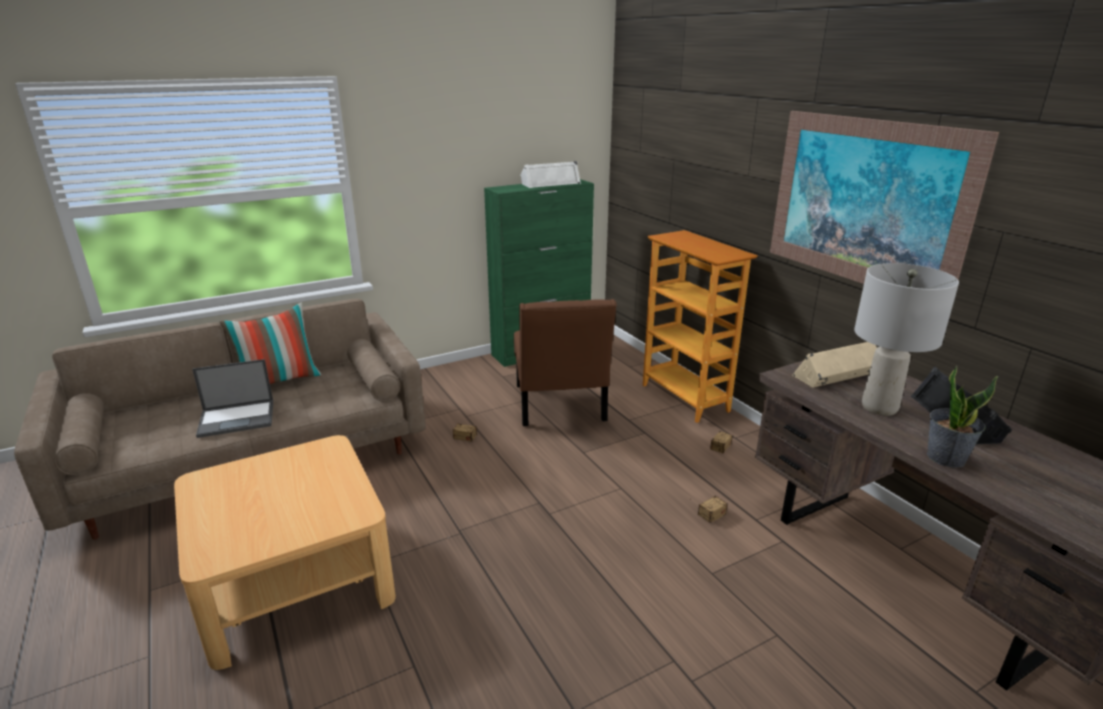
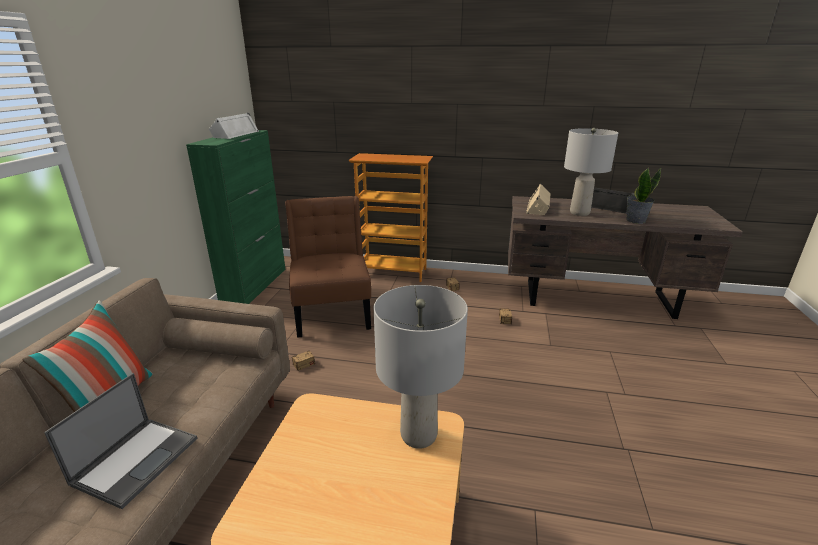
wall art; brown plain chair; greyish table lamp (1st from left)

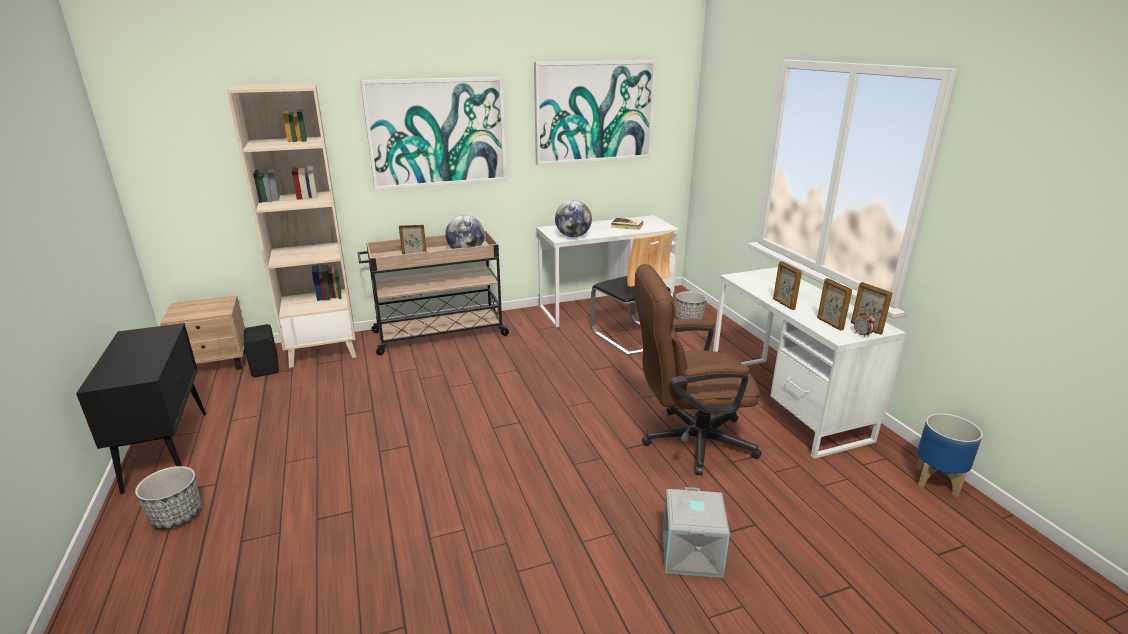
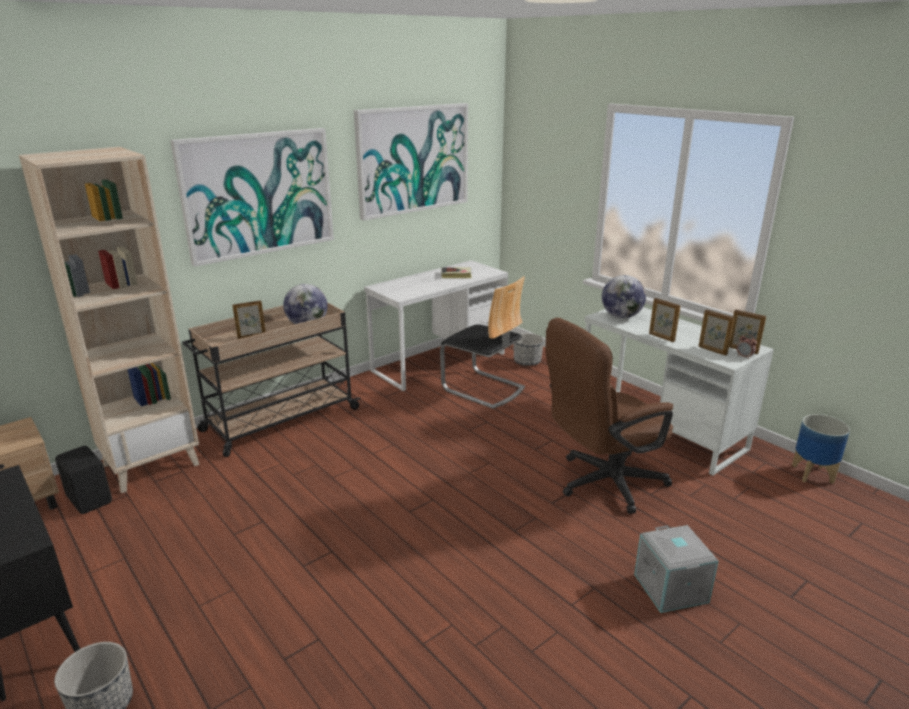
world globe (2nd from left)

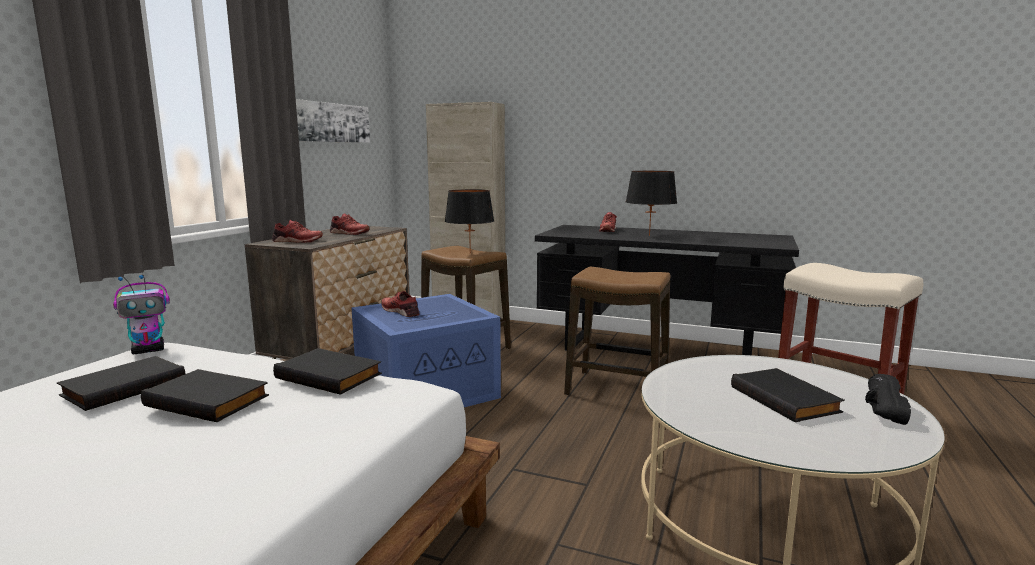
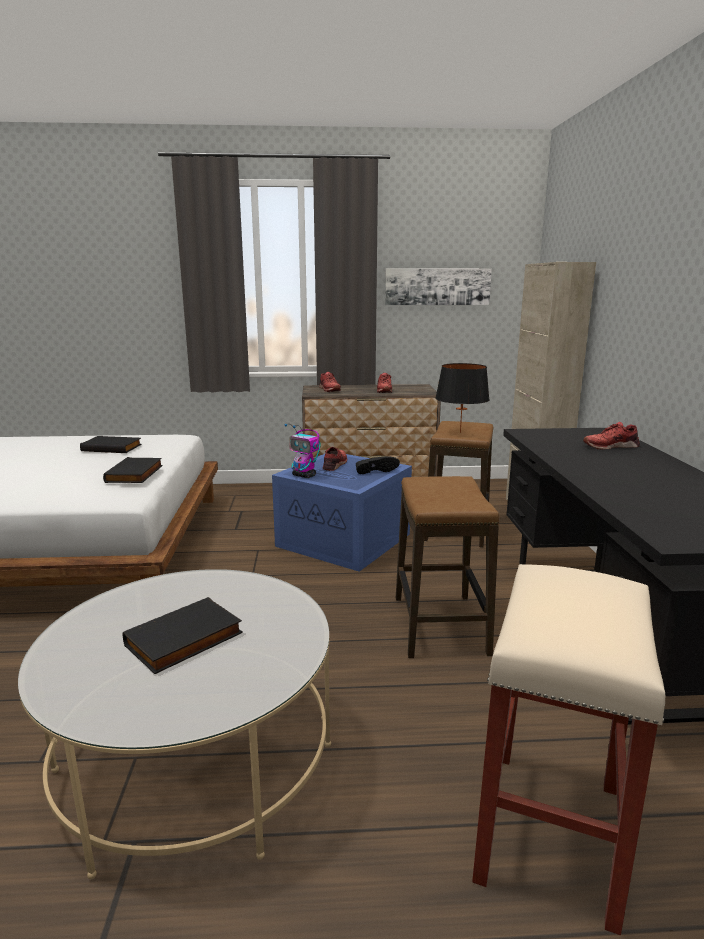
black table lamp (2nd from left in the first image); robot figure; black volume (2nd from left in the first image); black shoe

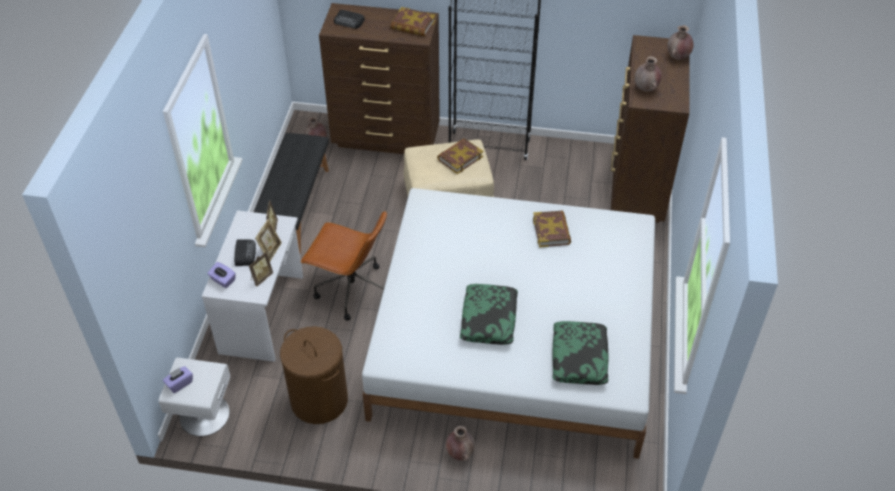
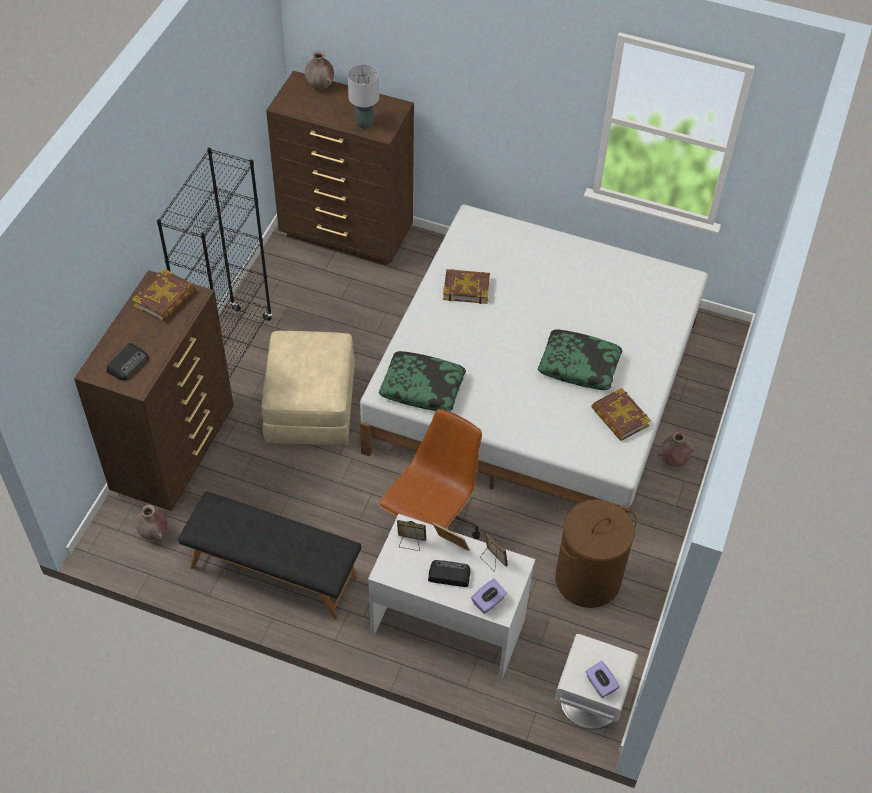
greyish table lamp; volume (3rd from left); pillow (1st from left)

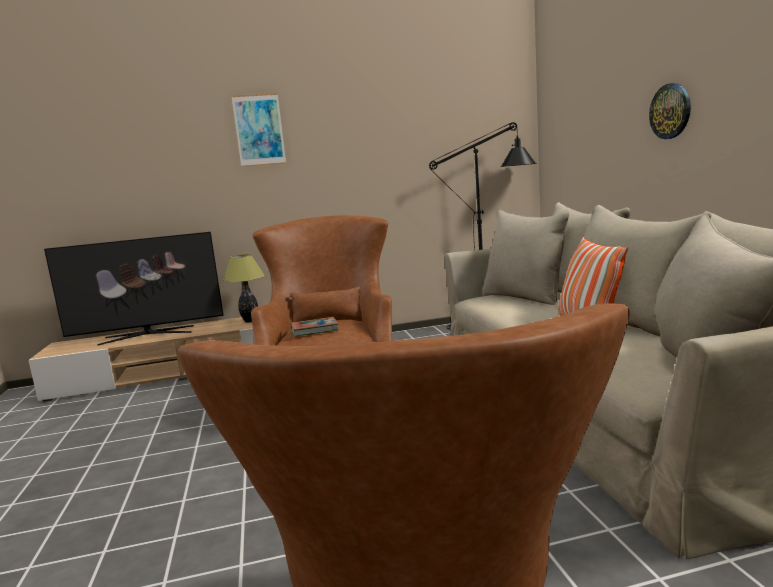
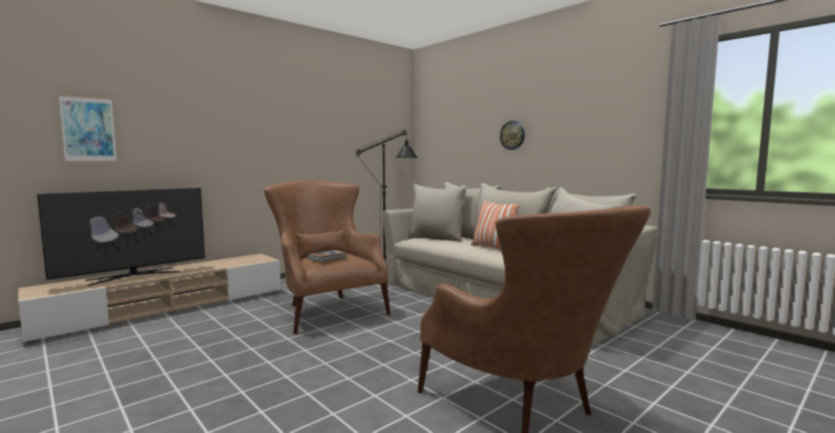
wall art; table lamp

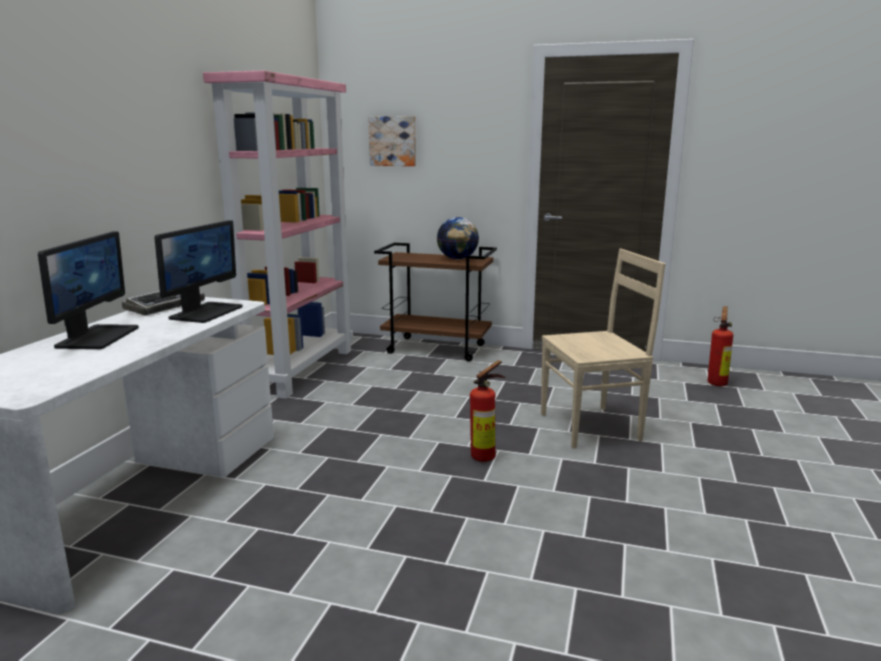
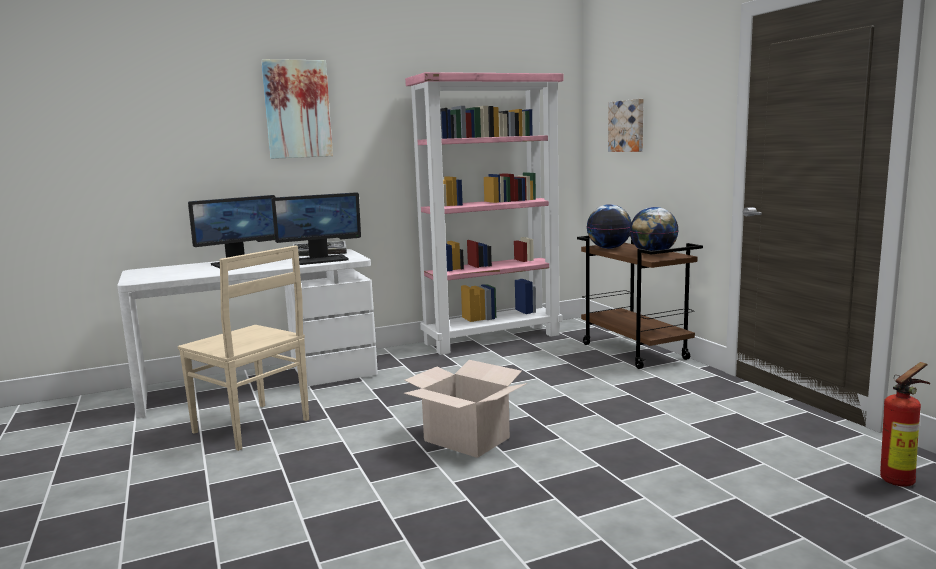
sand-coloured plain chair; cardboard box; wall art (1st from left); world globe (1st from left)

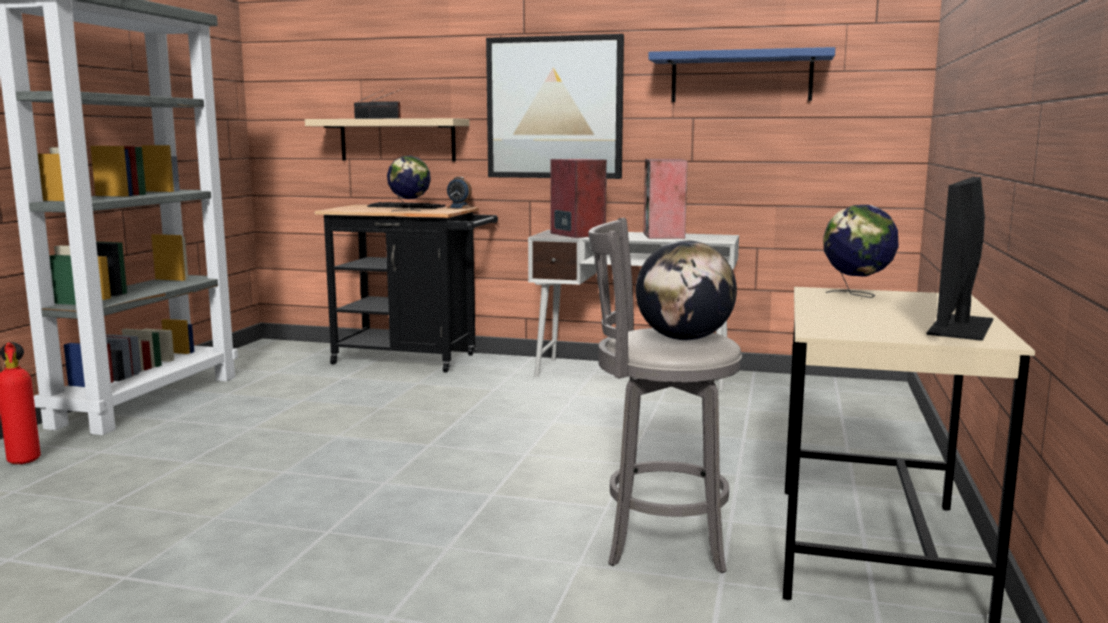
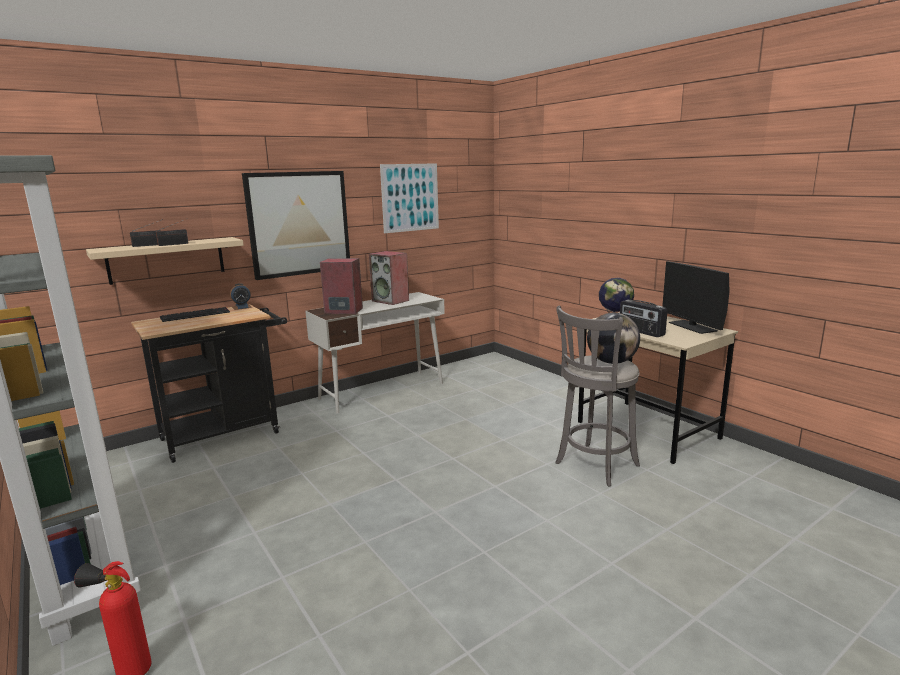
wall art (2nd from left); world globe (1st from left in the first image); radio set (3rd from left)

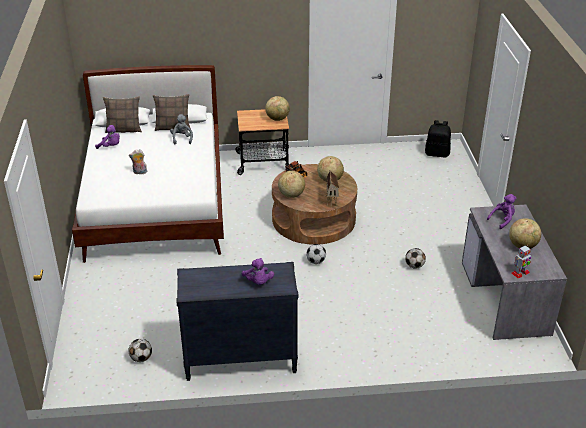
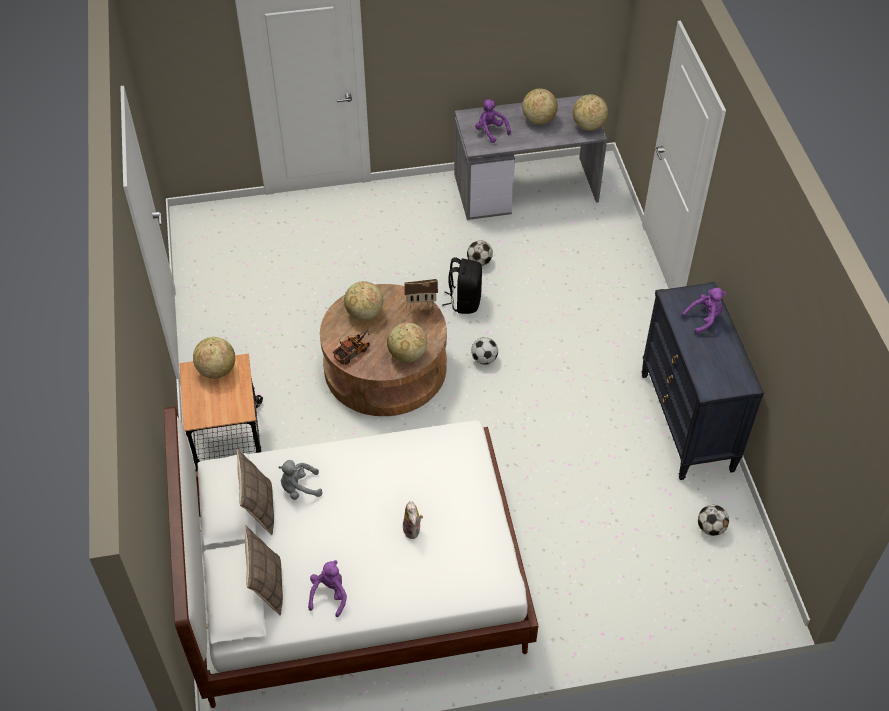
black knapsack; world globe (5th from left)

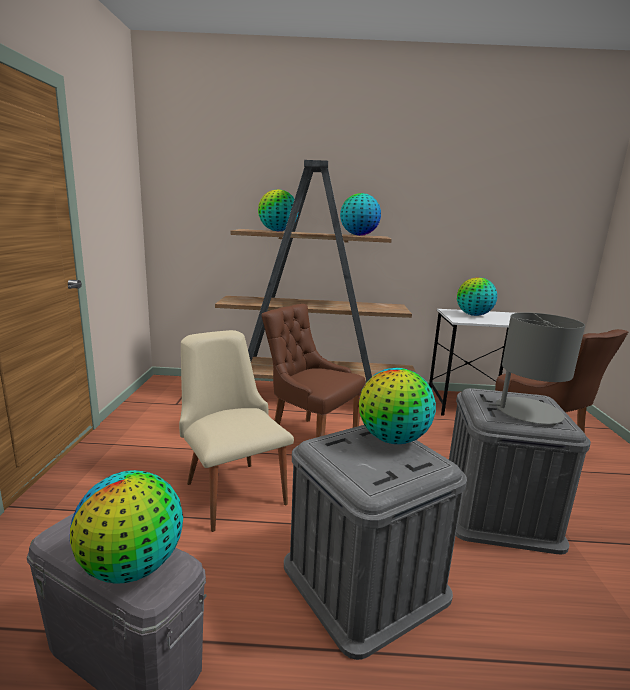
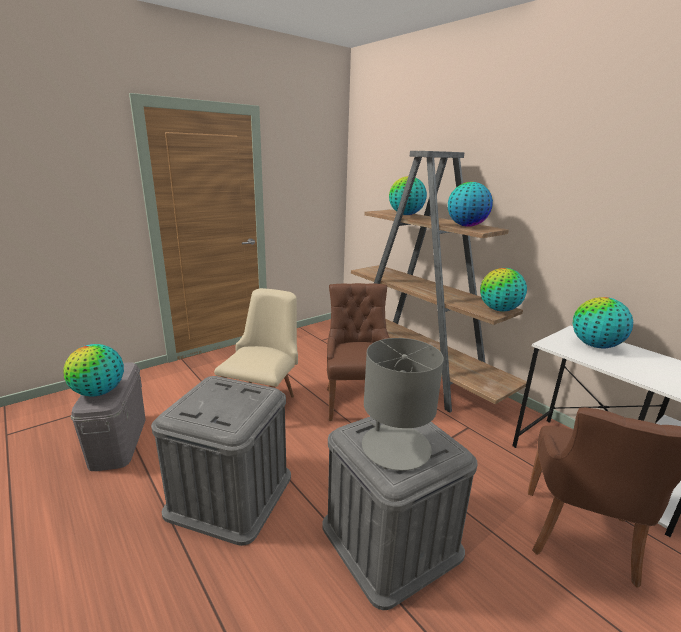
world globe (4th from left)

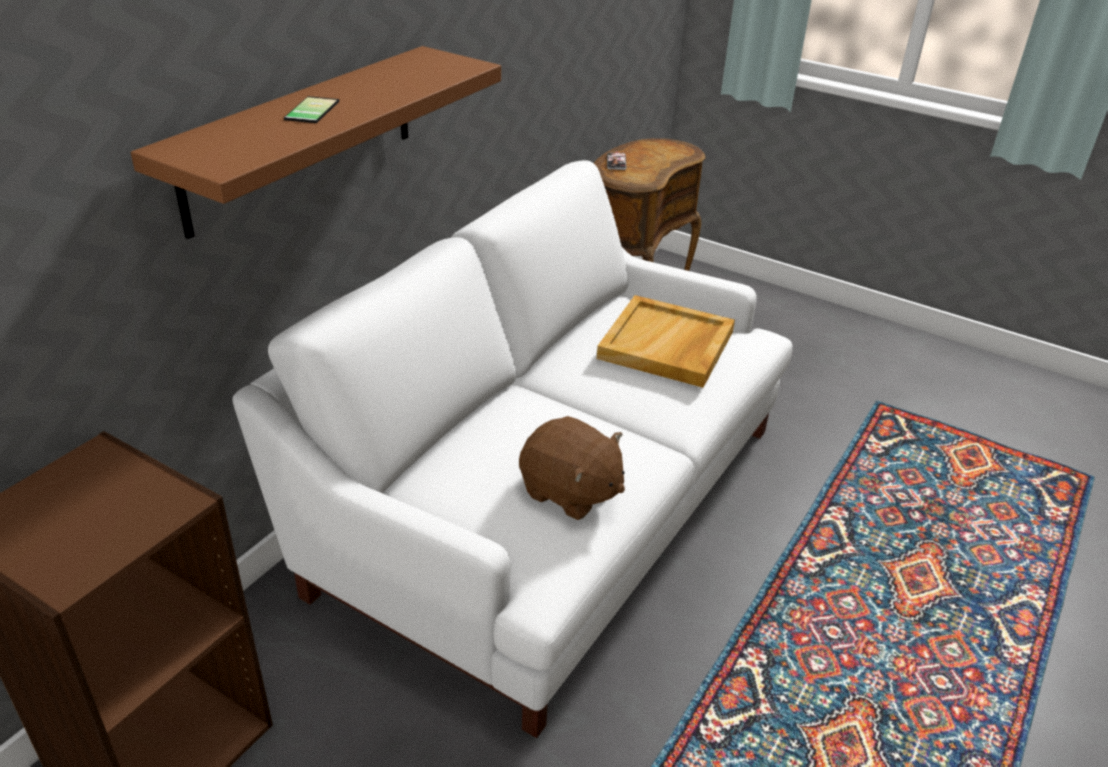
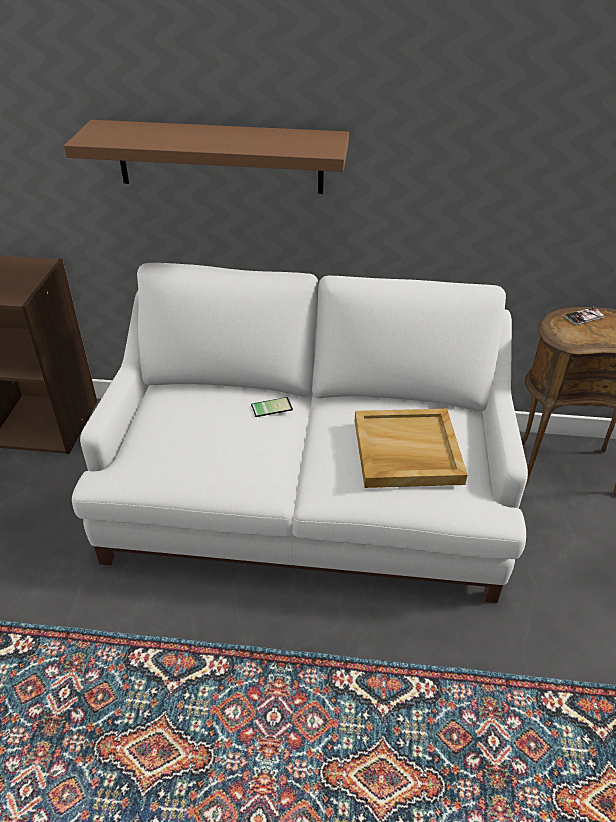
handset (1st from left); brown soft toy

